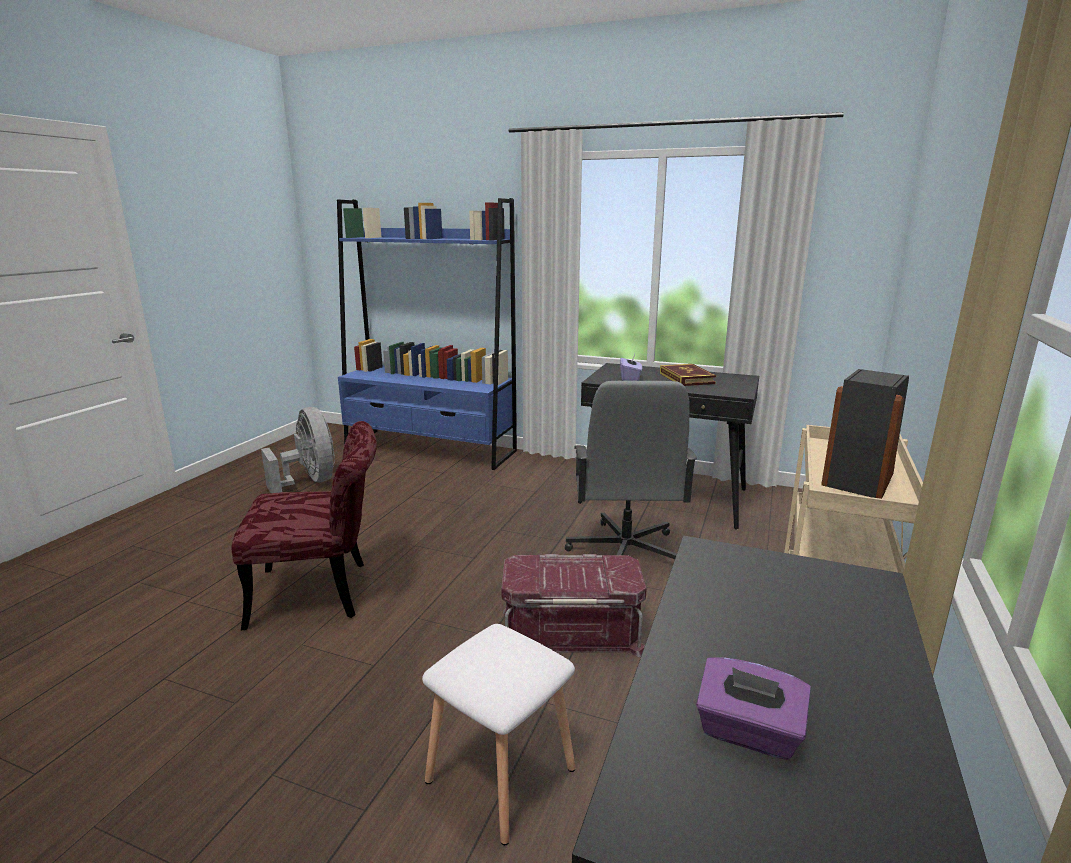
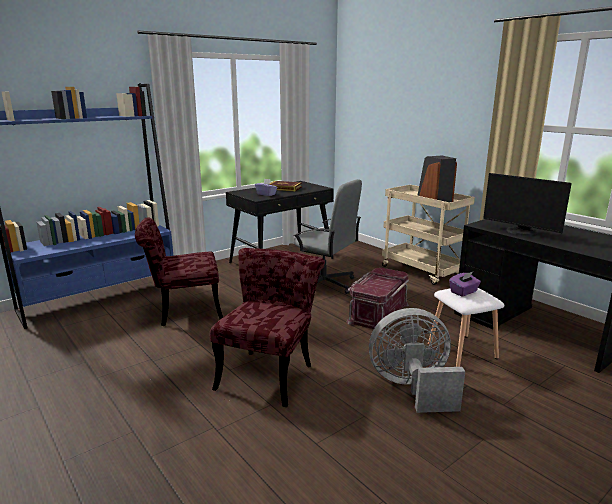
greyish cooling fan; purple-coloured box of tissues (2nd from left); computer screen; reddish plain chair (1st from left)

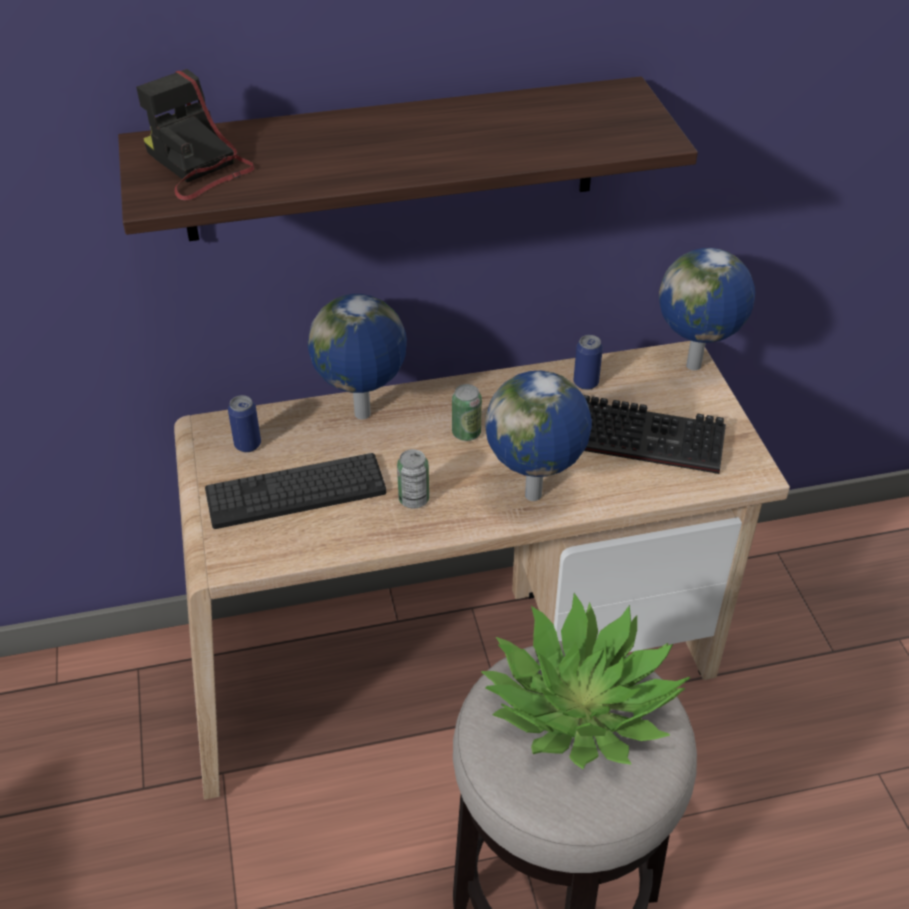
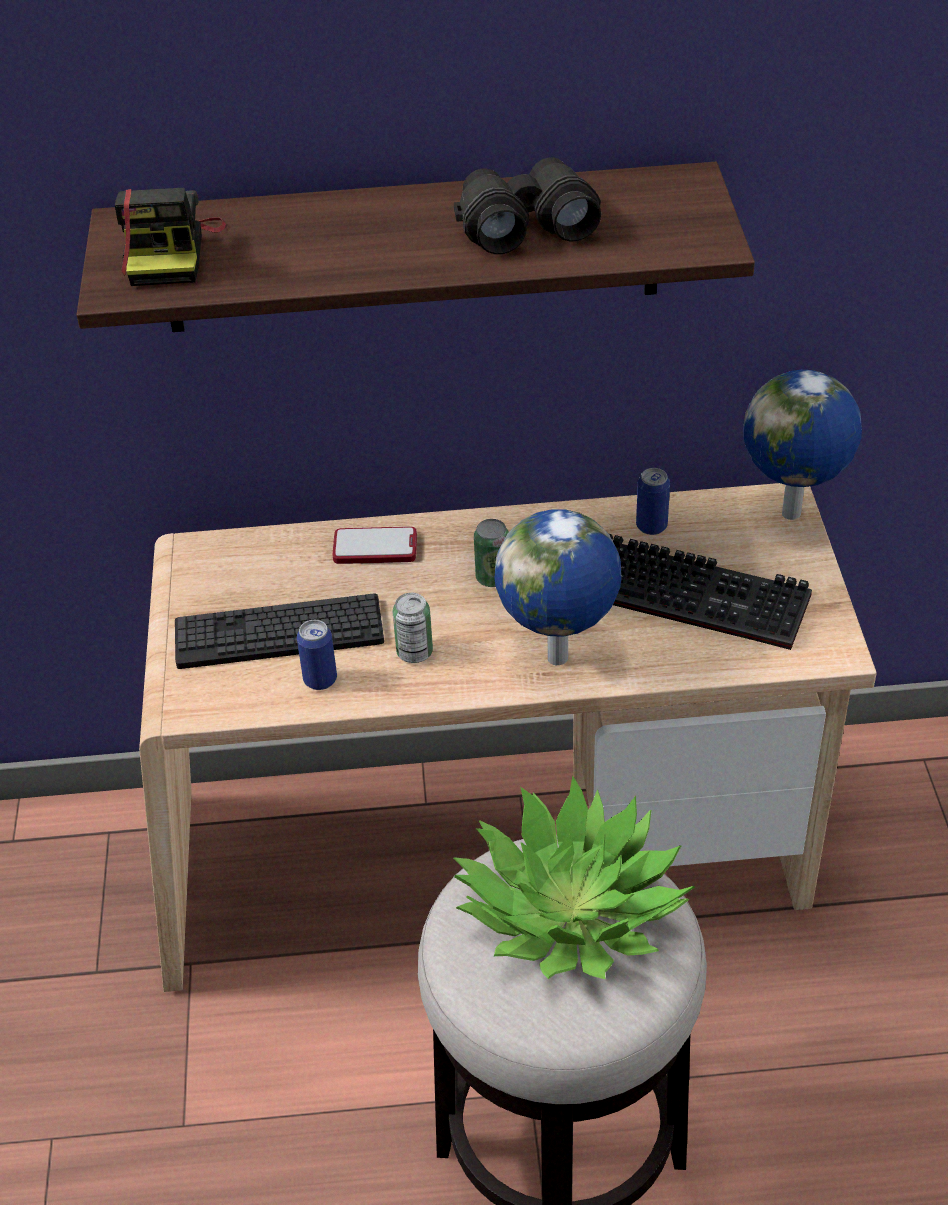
photo camera; handset; metal can (1st from left); black field glasses

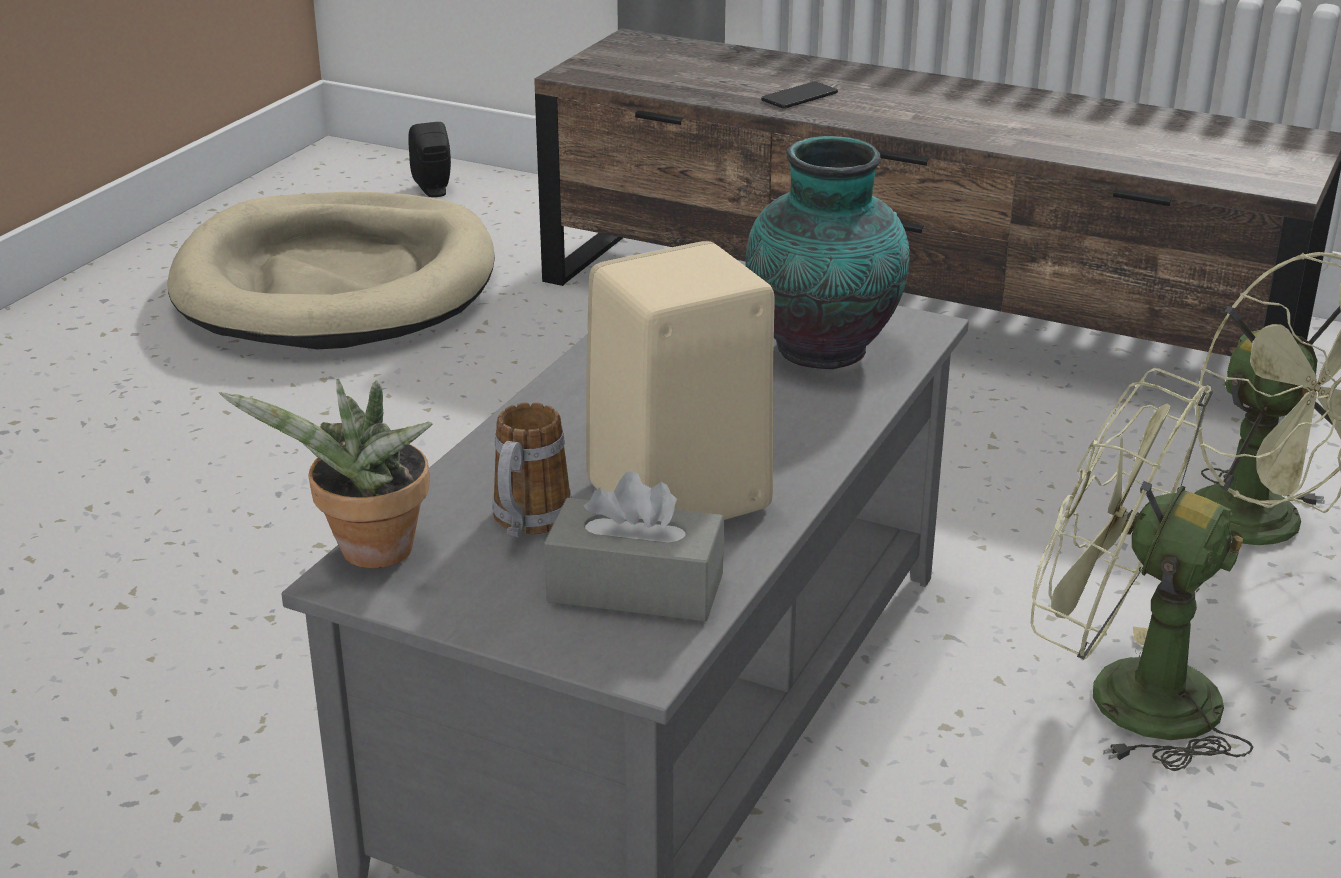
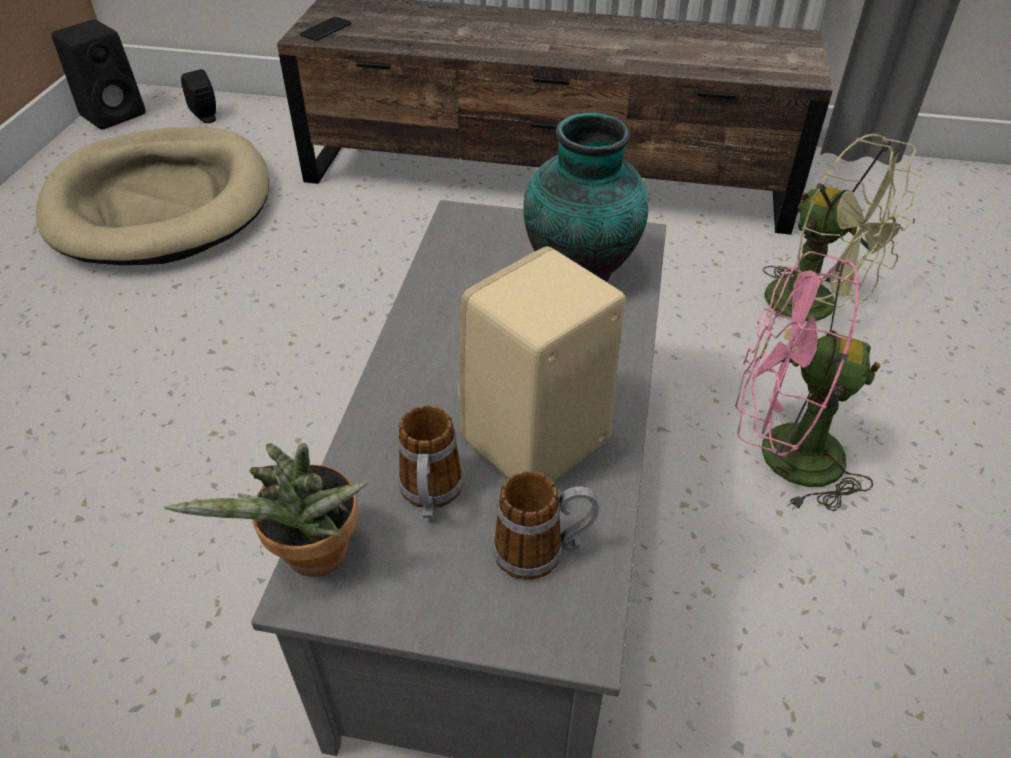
handset; pink cooling fan; mug (2nd from left); black speaker (1st from left)

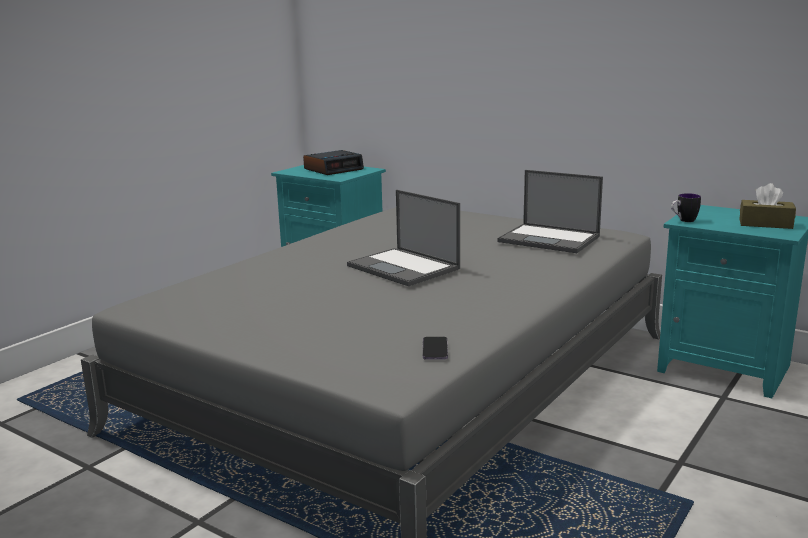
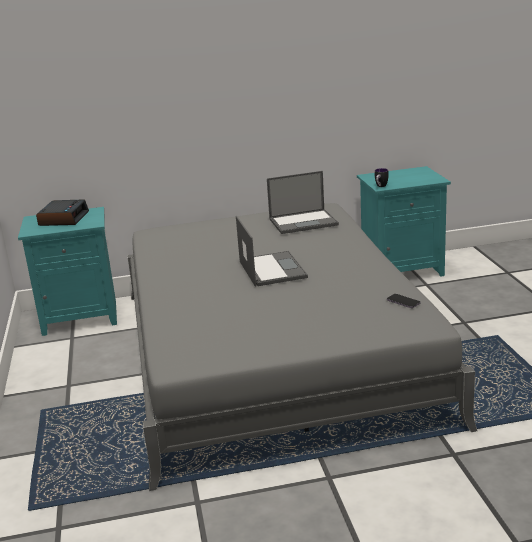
brown box of tissues; notebook computer (1st from left)

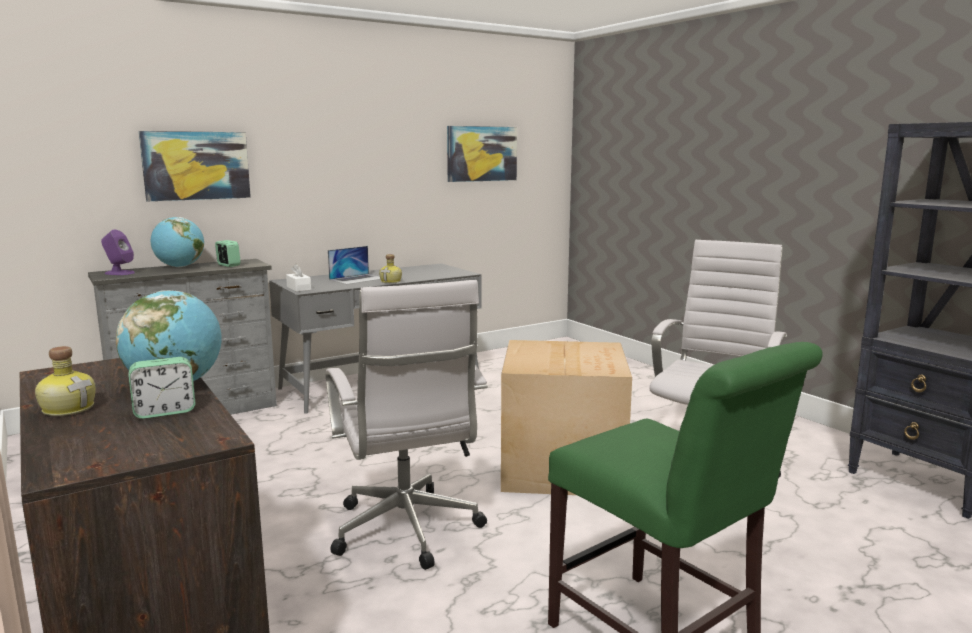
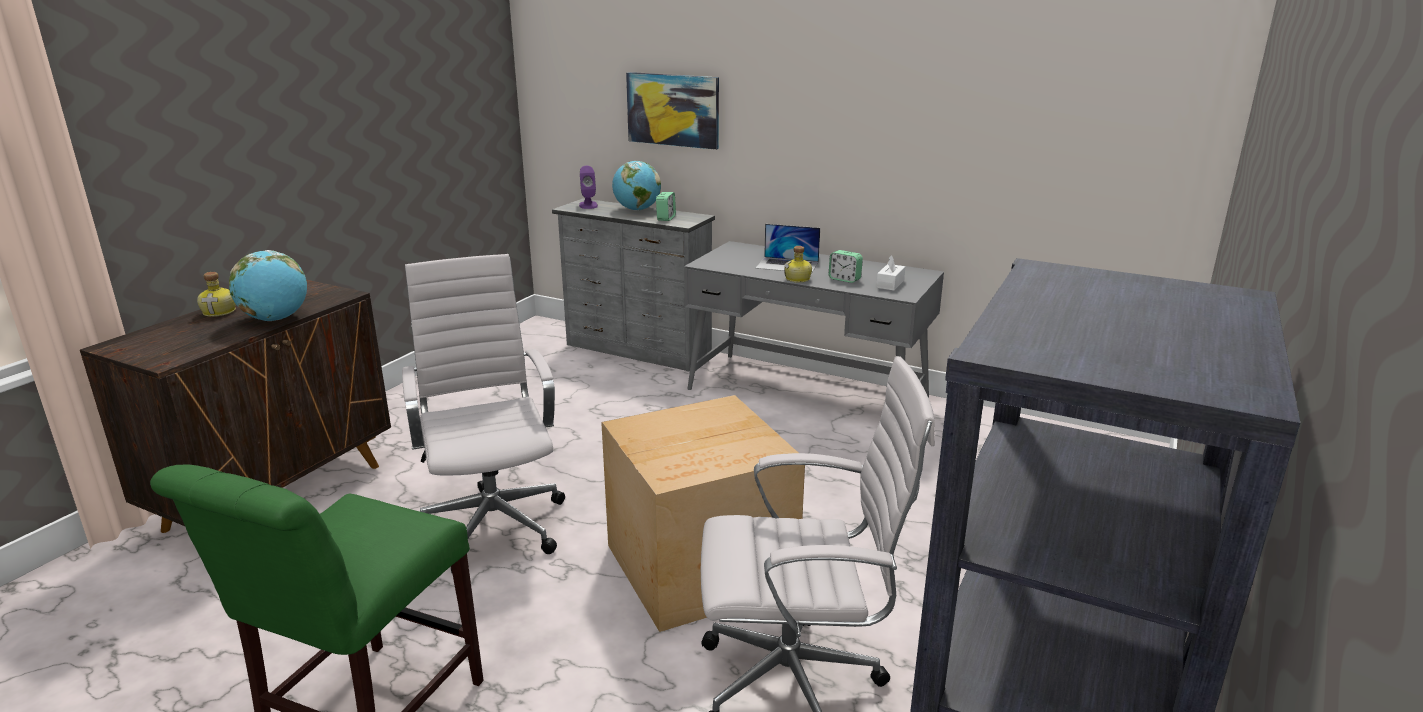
wall art (2nd from left in the first image); white box of tissues; white computer chair (1st from left); bedside clock (2nd from left)

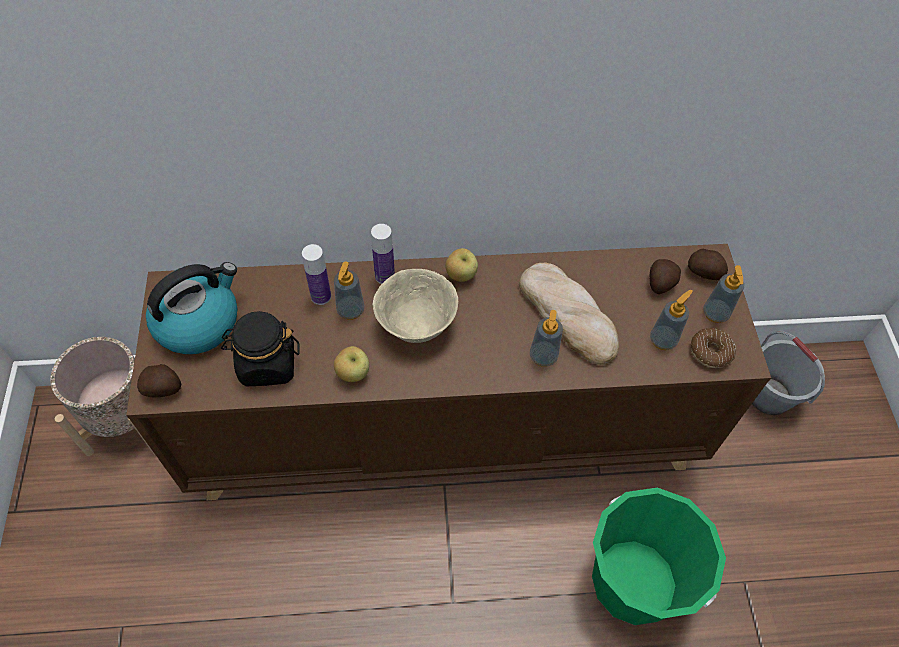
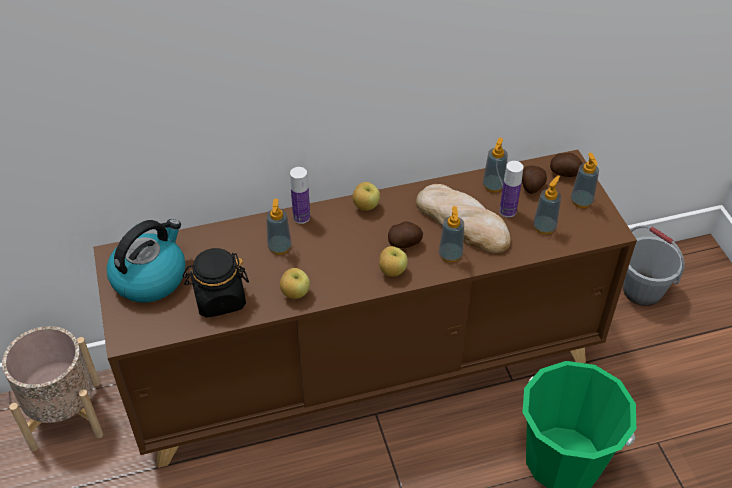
bottle (2nd from left); sand-coloured deep dish; ring doughnut; whole potato (1st from left); liquid soap bottle (3rd from left); apple fruit (3rd from left)

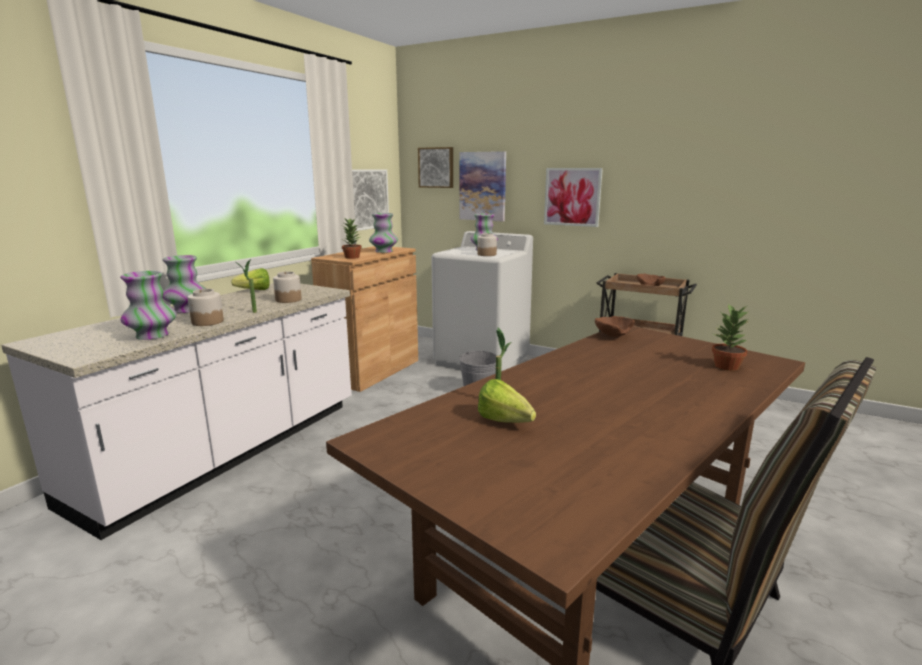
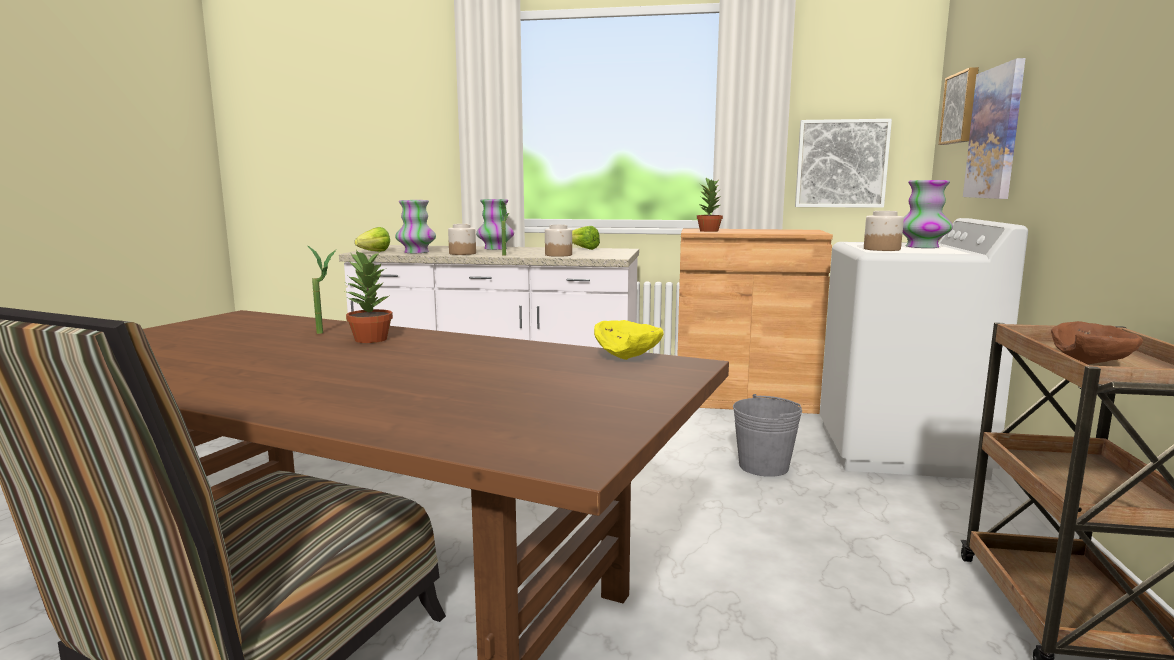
wall art (4th from left in the first image); flower vase (3rd from left in the first image); plant in a pot (2nd from left); yellow-coloured deep dish; head of lettuce (1st from left)

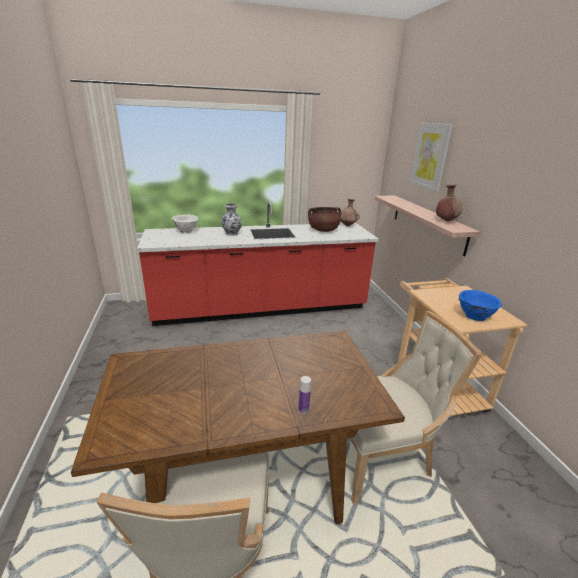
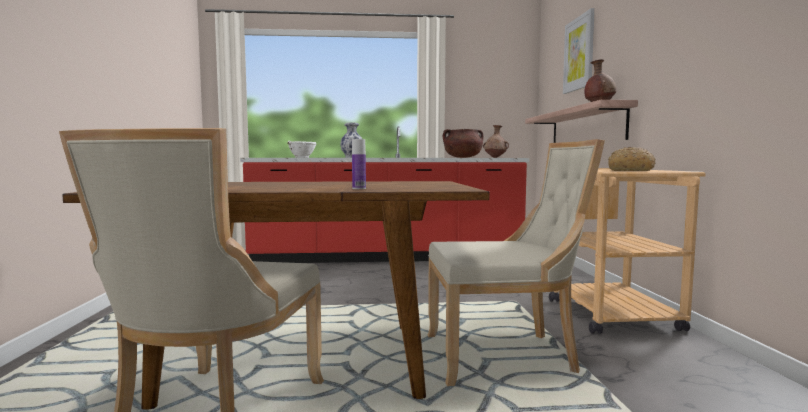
baked bread

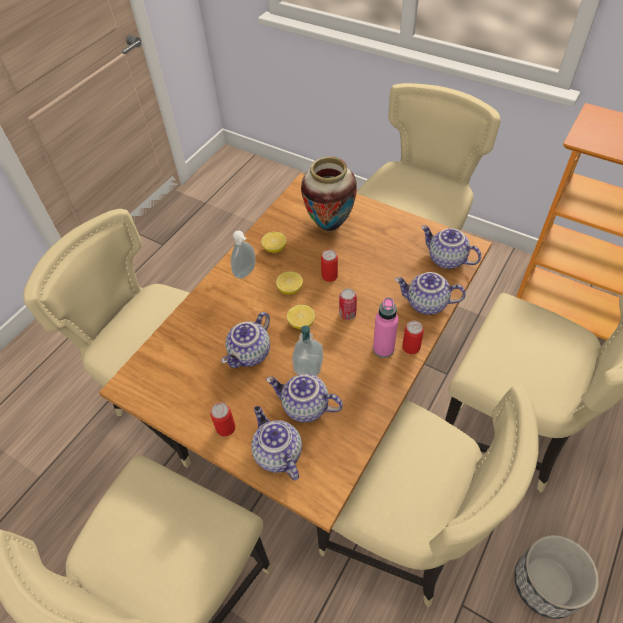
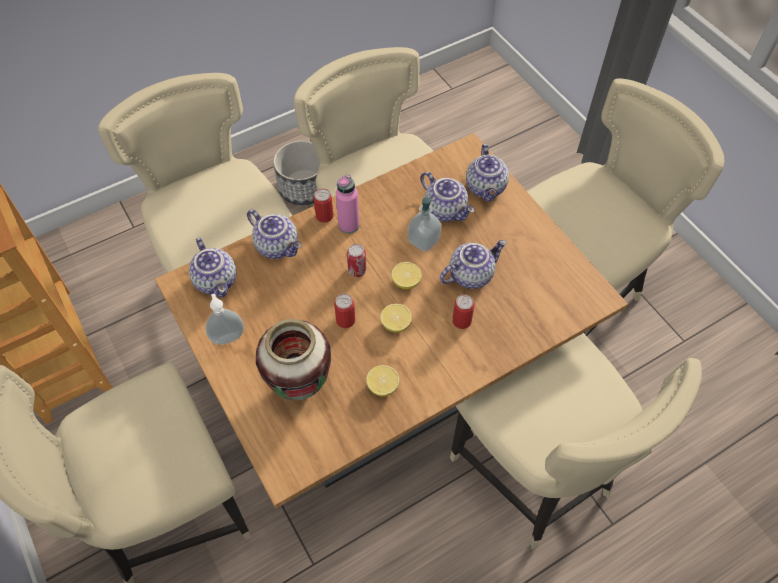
liquid soap bottle (1st from left); metal can (4th from left)

